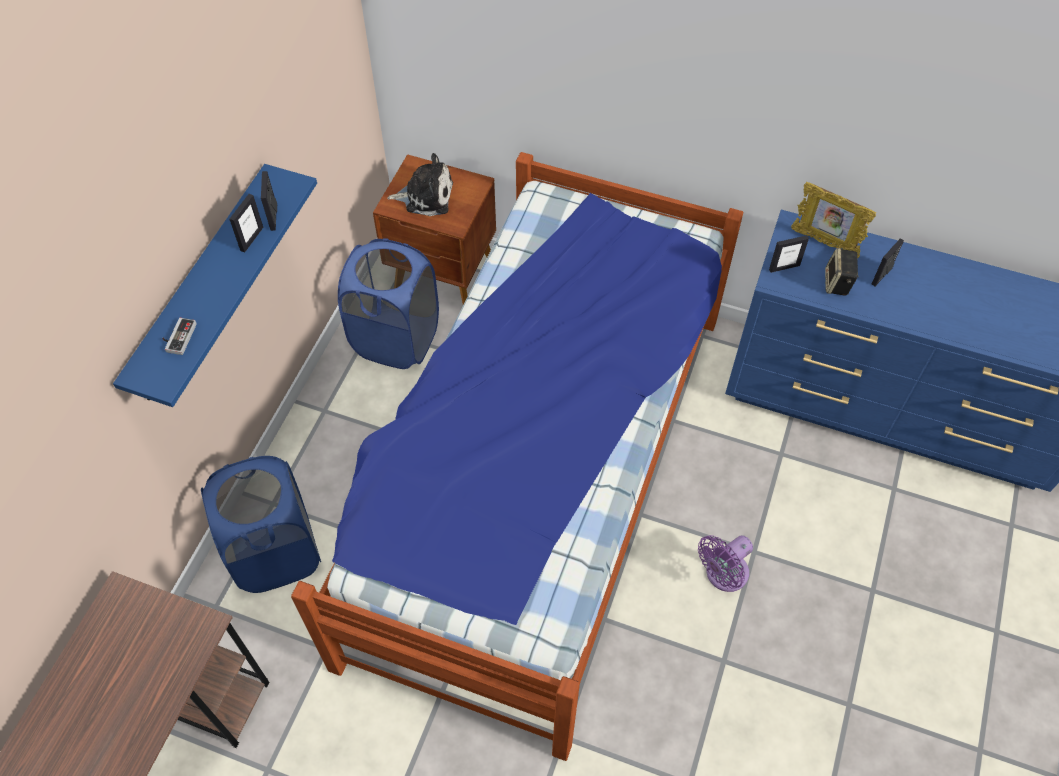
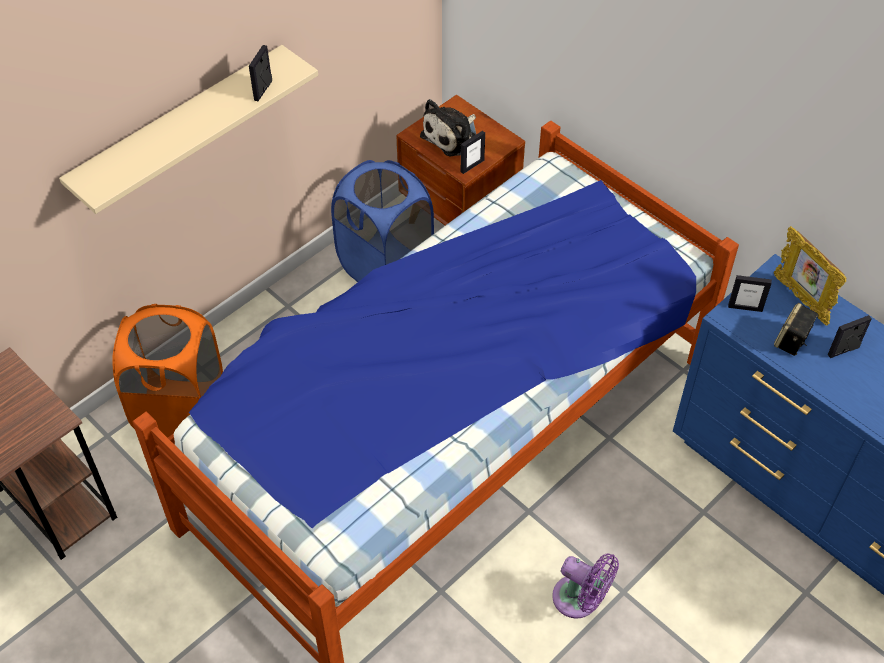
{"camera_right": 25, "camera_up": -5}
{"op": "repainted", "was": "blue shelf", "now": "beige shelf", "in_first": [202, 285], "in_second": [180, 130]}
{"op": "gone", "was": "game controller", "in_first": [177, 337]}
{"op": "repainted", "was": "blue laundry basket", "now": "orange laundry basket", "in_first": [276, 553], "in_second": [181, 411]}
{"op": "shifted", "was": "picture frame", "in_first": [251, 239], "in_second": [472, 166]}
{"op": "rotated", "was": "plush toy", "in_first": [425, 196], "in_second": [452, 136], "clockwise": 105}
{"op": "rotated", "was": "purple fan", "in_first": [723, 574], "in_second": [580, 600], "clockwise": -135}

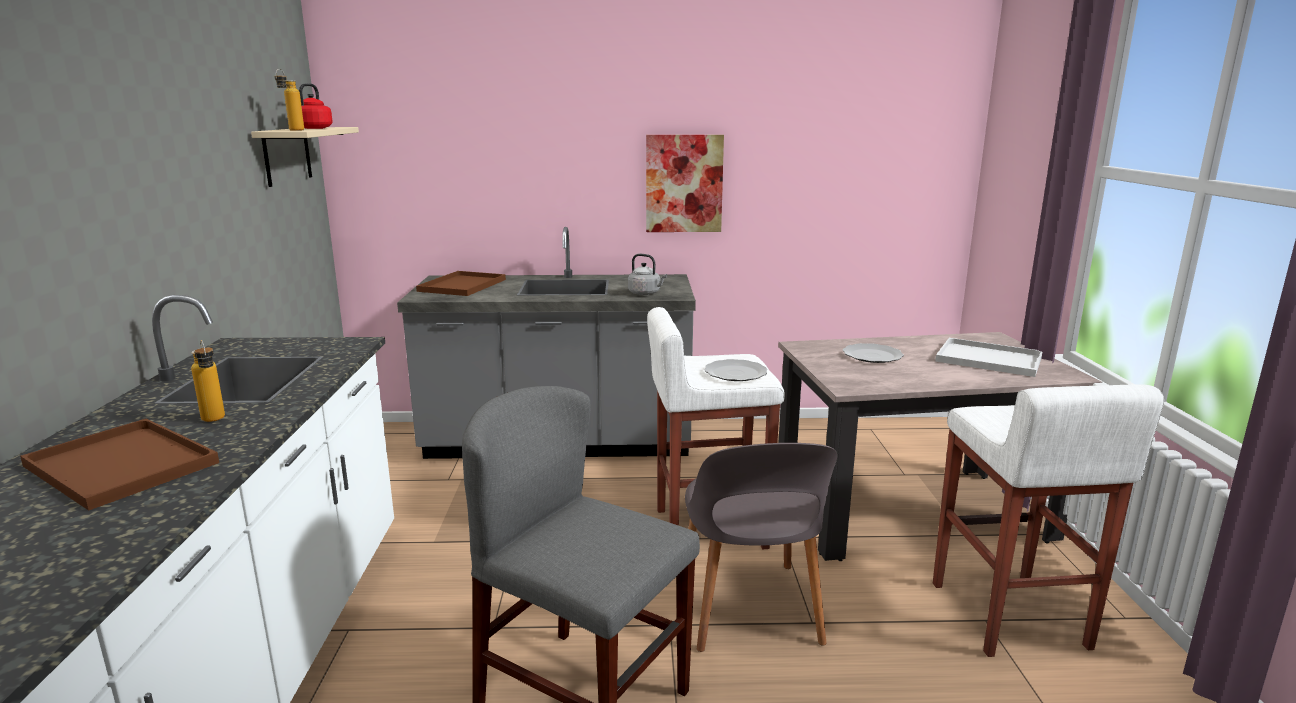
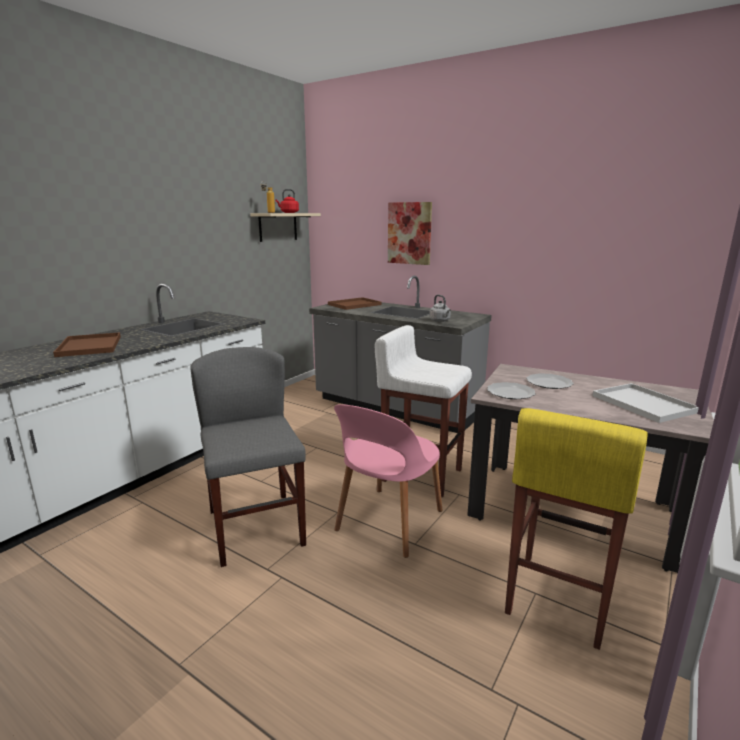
{"camera_right": 35, "camera_up": 0}
{"op": "gone", "was": "bottle", "in_first": [215, 421]}
{"op": "shifted", "was": "picture", "in_first": [684, 183], "in_second": [409, 233]}
{"op": "repainted", "was": "grey chair", "now": "pink chair", "in_first": [749, 609], "in_second": [388, 522]}
{"op": "shifted", "was": "plate", "in_first": [736, 373], "in_second": [511, 393]}
{"op": "repainted", "was": "white stool", "now": "yellow stool", "in_first": [1007, 616], "in_second": [556, 598]}

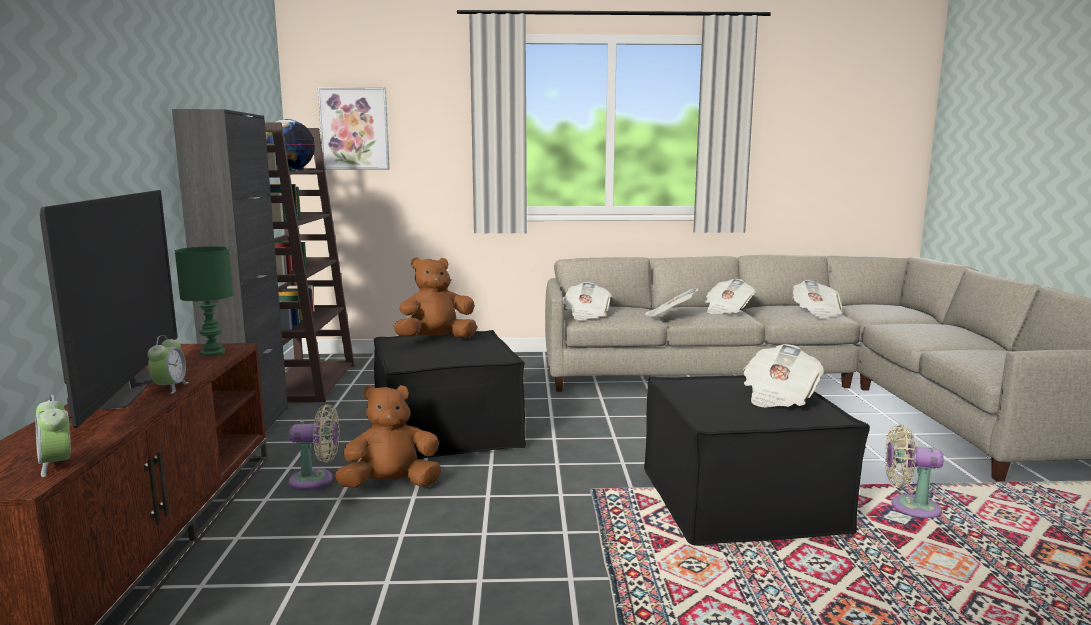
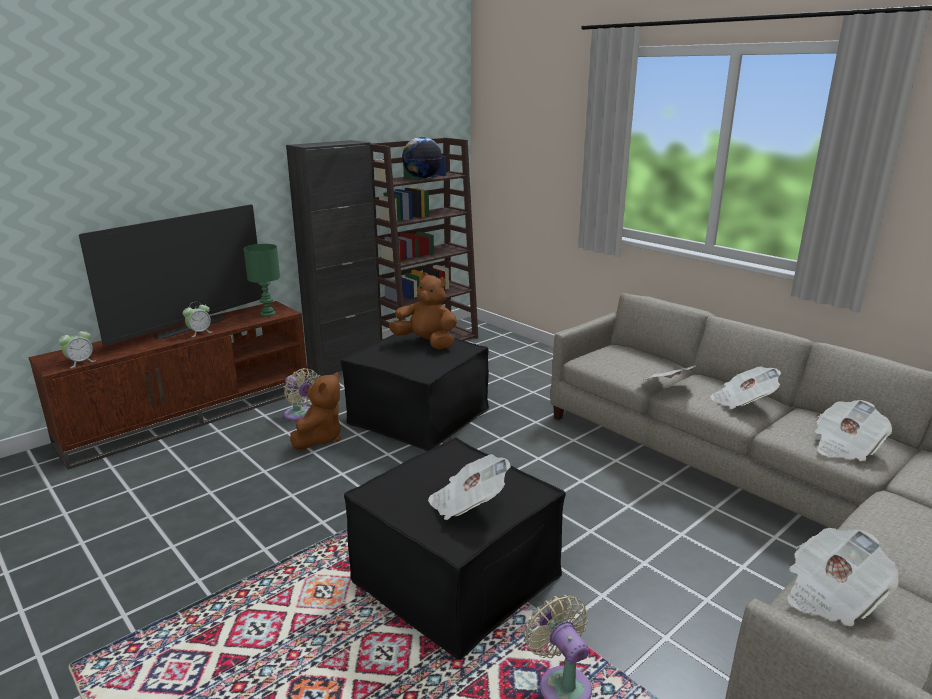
{"camera_right": 50, "camera_up": 10}
{"op": "rotated", "was": "alarm clock", "in_first": [57, 465], "in_second": [80, 362], "clockwise": -150}
{"op": "gone", "was": "picture", "in_first": [354, 129]}
{"op": "rotated", "was": "brown plush toy", "in_first": [391, 485], "in_second": [319, 438], "clockwise": 75}
{"op": "shifted", "was": "newspaper", "in_first": [586, 315], "in_second": [831, 595]}

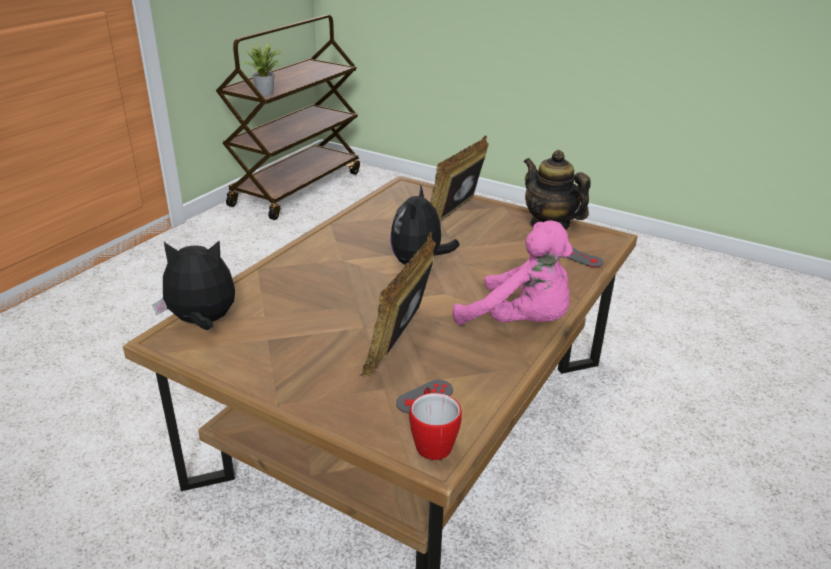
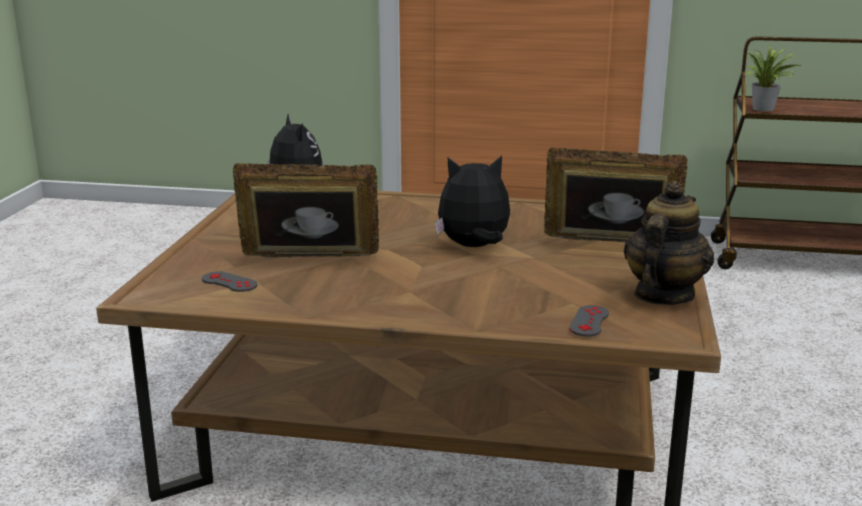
{"camera_right": 70, "camera_up": -10}
{"op": "gone", "was": "mug", "in_first": [432, 441]}
{"op": "gone", "was": "pink plush toy", "in_first": [520, 323]}

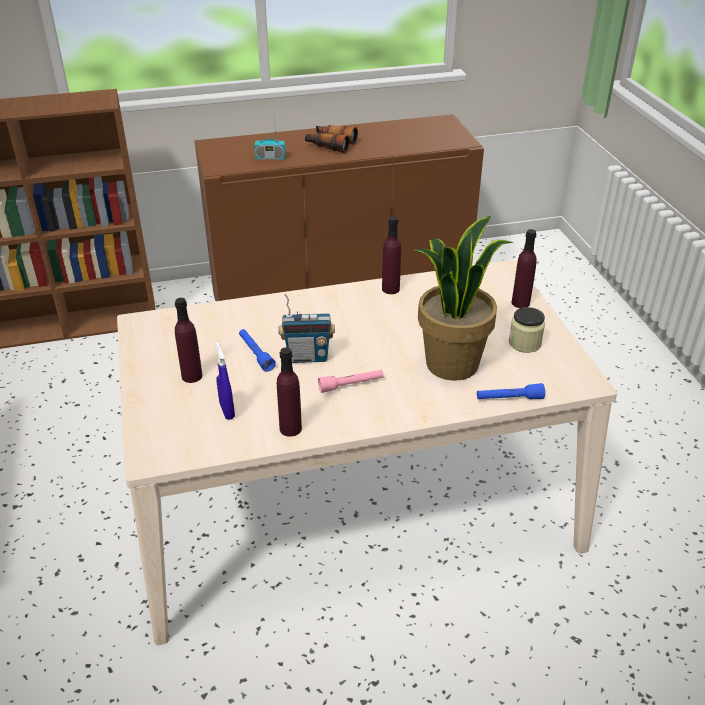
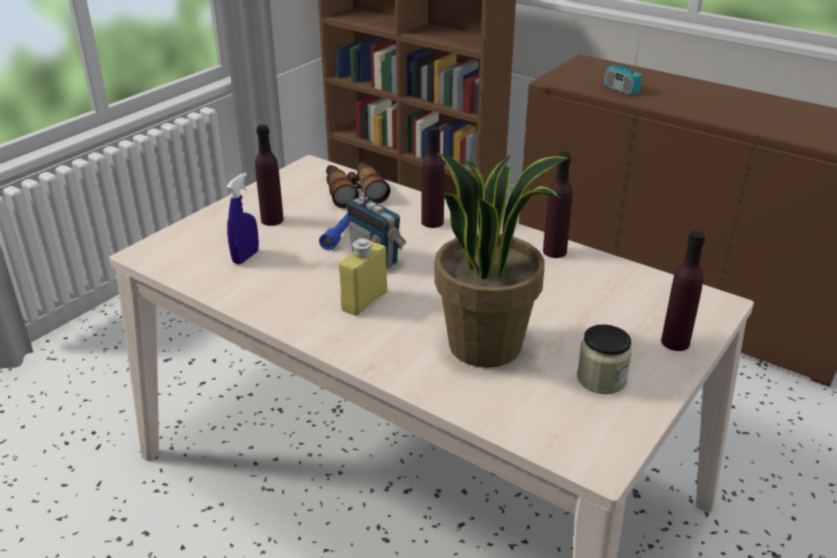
{"camera_right": 50, "camera_up": -5}
{"op": "shifted", "was": "purple bottle", "in_first": [290, 428], "in_second": [432, 222]}
{"op": "shifted", "was": "binoculars", "in_first": [330, 145], "in_second": [354, 191]}
{"op": "swapped", "was": "pink flashlight", "now": "yellow bottle", "in_first": [351, 385], "in_second": [364, 301]}
{"op": "gone", "was": "blue flashlight", "in_first": [509, 399]}

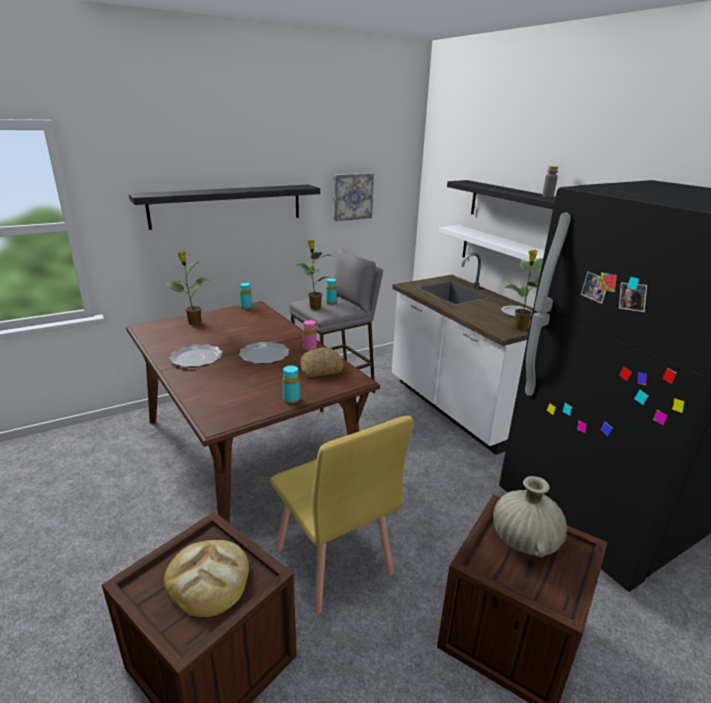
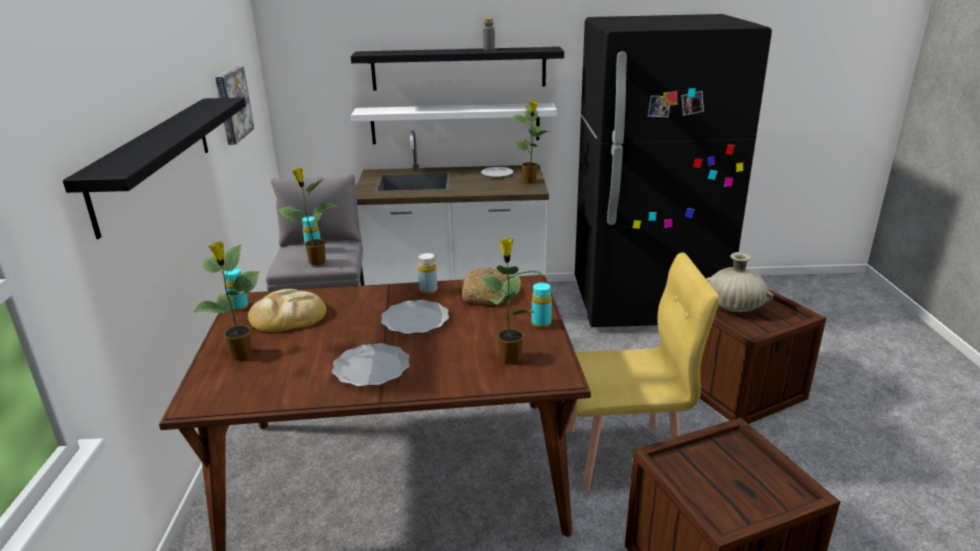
{"camera_right": -60, "camera_up": 0}
{"op": "shifted", "was": "bread", "in_first": [208, 579], "in_second": [287, 316]}
{"op": "repainted", "was": "pink bottle", "now": "yellow bottle", "in_first": [309, 349], "in_second": [428, 290]}
{"op": "new", "now": "potted plant", "in_second": [509, 358]}

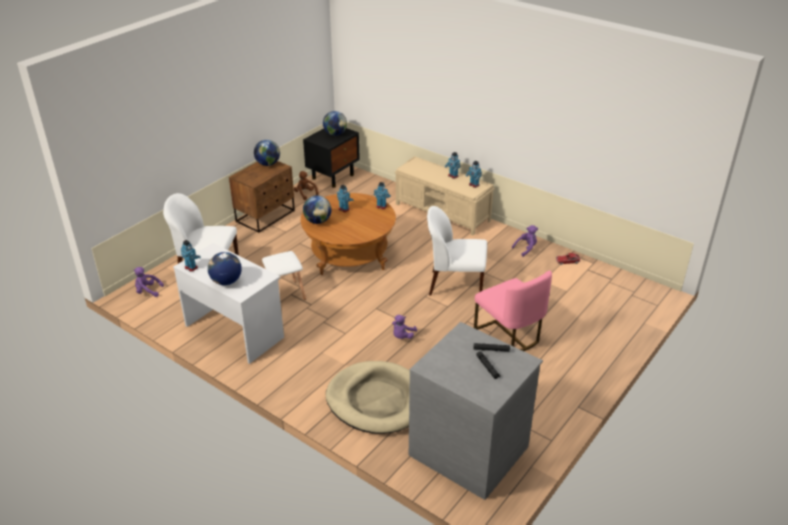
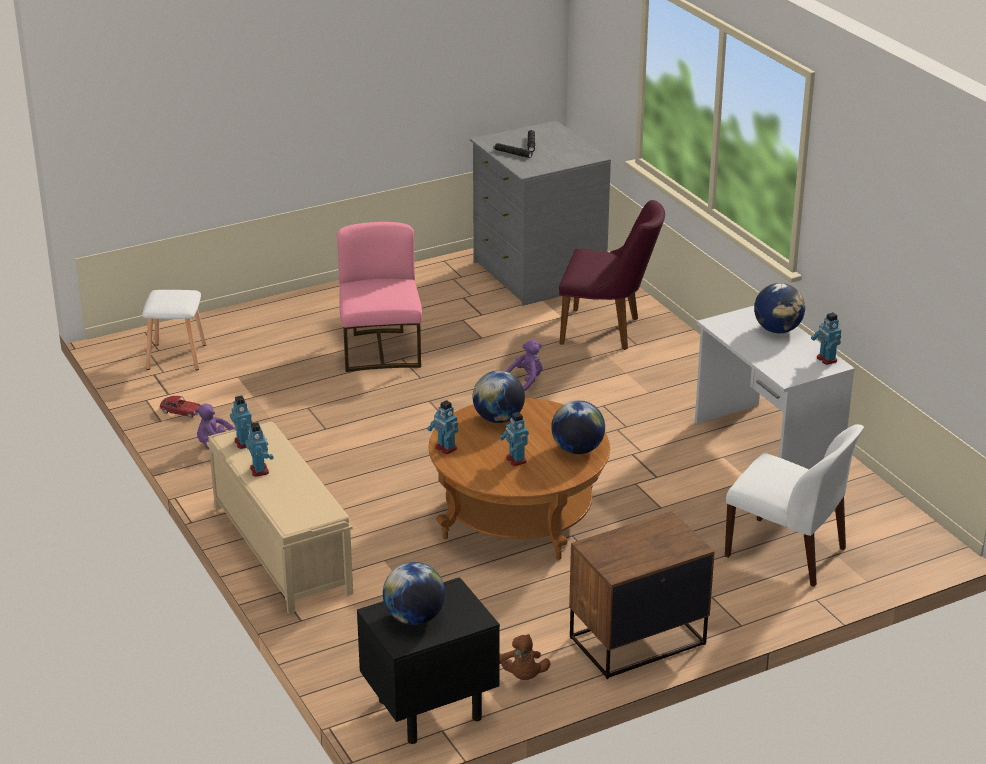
{"camera_right": -155, "camera_up": -5}
{"op": "gone", "was": "purple plush toy", "in_first": [147, 291]}
{"op": "shifted", "was": "globe", "in_first": [268, 164], "in_second": [498, 419]}
{"op": "shifted", "was": "white stool", "in_first": [285, 294], "in_second": [176, 356]}
{"op": "swapped", "was": "beige dog bed", "now": "purple chair", "in_first": [377, 400], "in_second": [608, 331]}
{"op": "gone", "was": "white chair", "in_first": [454, 284]}

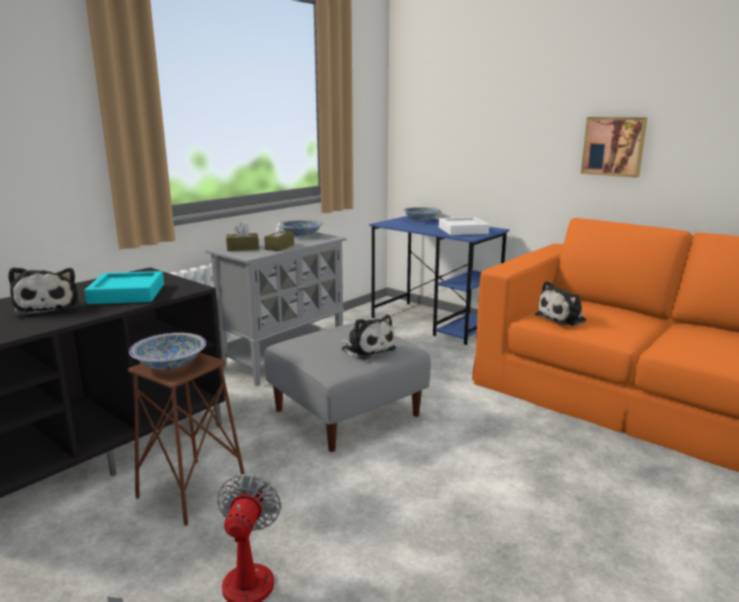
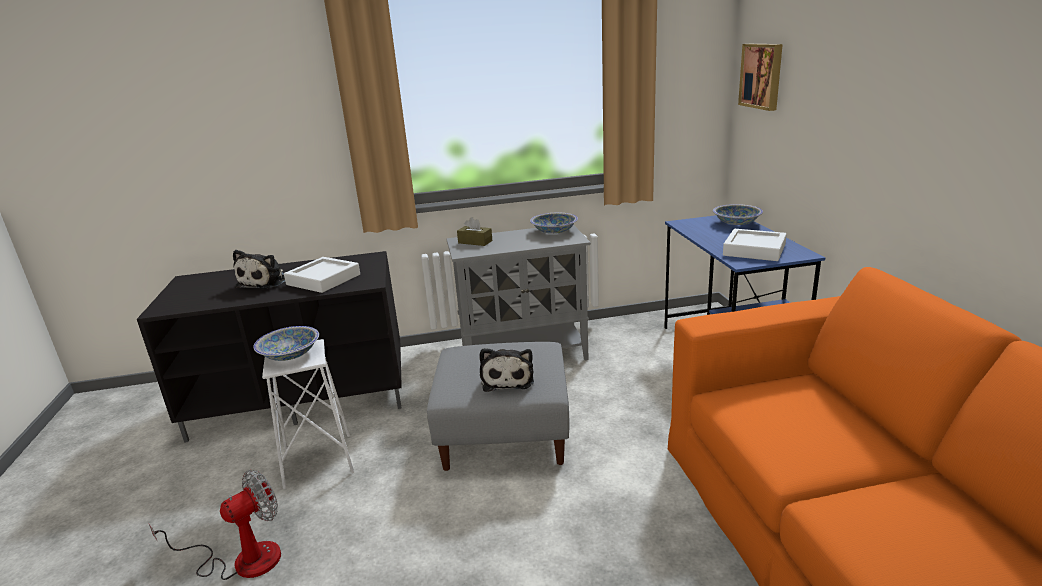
{"camera_right": 40, "camera_up": 5}
{"op": "repainted", "was": "turquoise tray", "now": "white tray", "in_first": [127, 294], "in_second": [323, 279]}
{"op": "repainted", "was": "brown stool", "now": "white stool", "in_first": [192, 491], "in_second": [318, 461]}
{"op": "gone", "was": "brown tissue box", "in_first": [279, 247]}
{"op": "gone", "was": "plush toy", "in_first": [563, 318]}
{"op": "shifted", "was": "picture", "in_first": [614, 146], "in_second": [762, 76]}

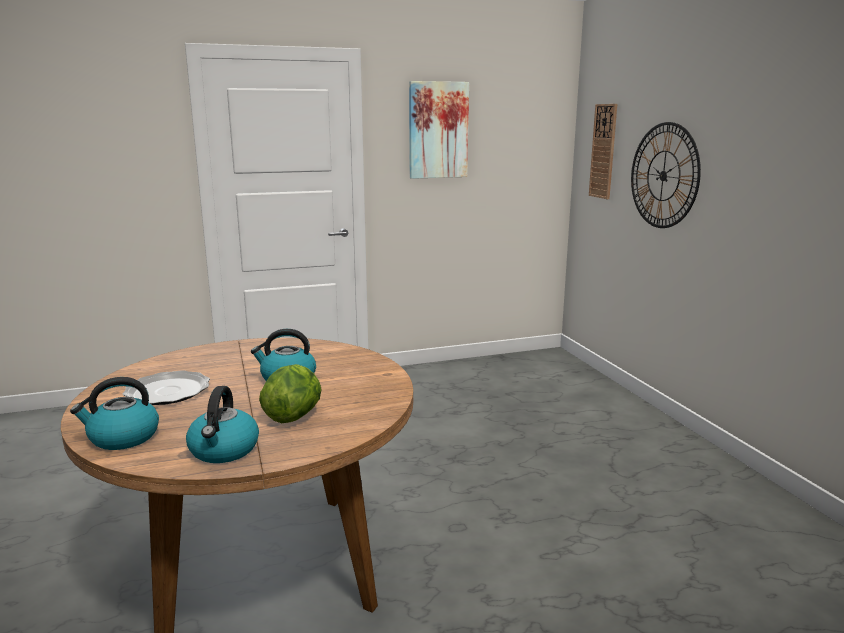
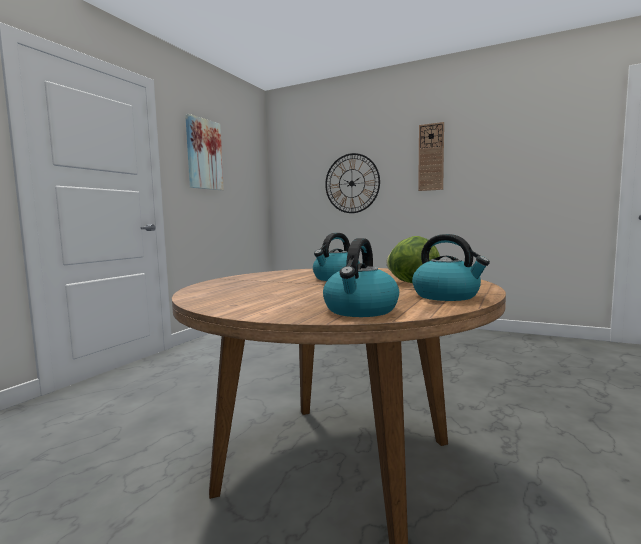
{"camera_right": -45, "camera_up": -10}
{"op": "gone", "was": "plate", "in_first": [167, 391]}
{"op": "shifted", "was": "wall clock", "in_first": [603, 151], "in_second": [431, 157]}

